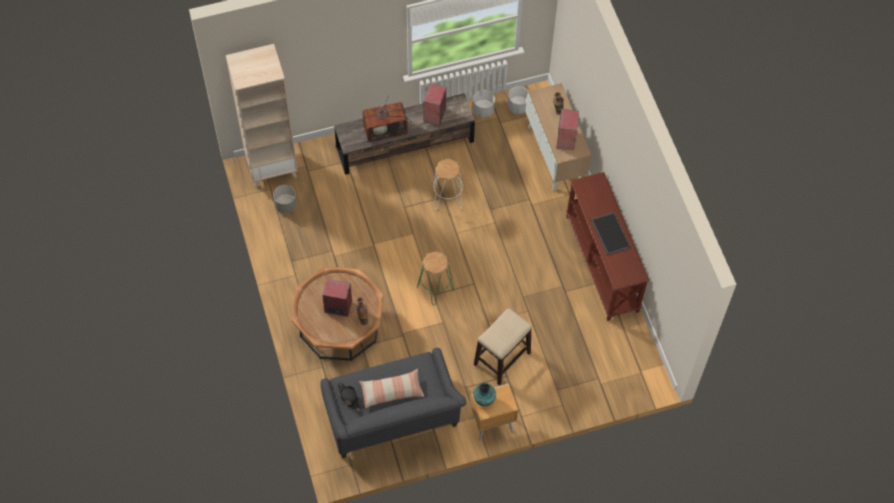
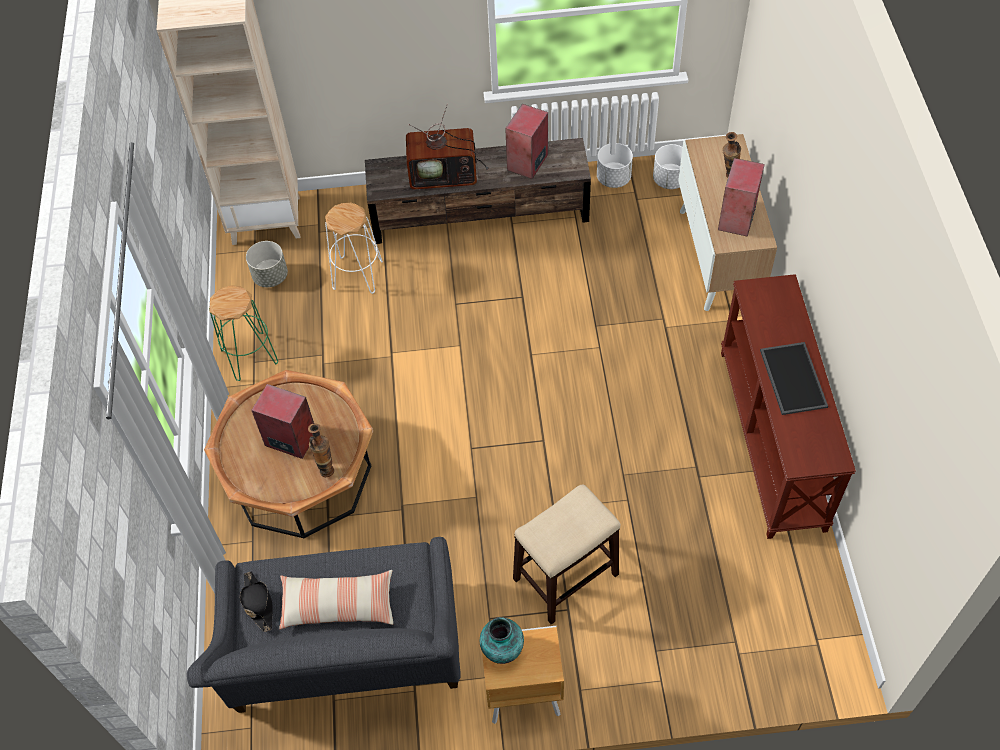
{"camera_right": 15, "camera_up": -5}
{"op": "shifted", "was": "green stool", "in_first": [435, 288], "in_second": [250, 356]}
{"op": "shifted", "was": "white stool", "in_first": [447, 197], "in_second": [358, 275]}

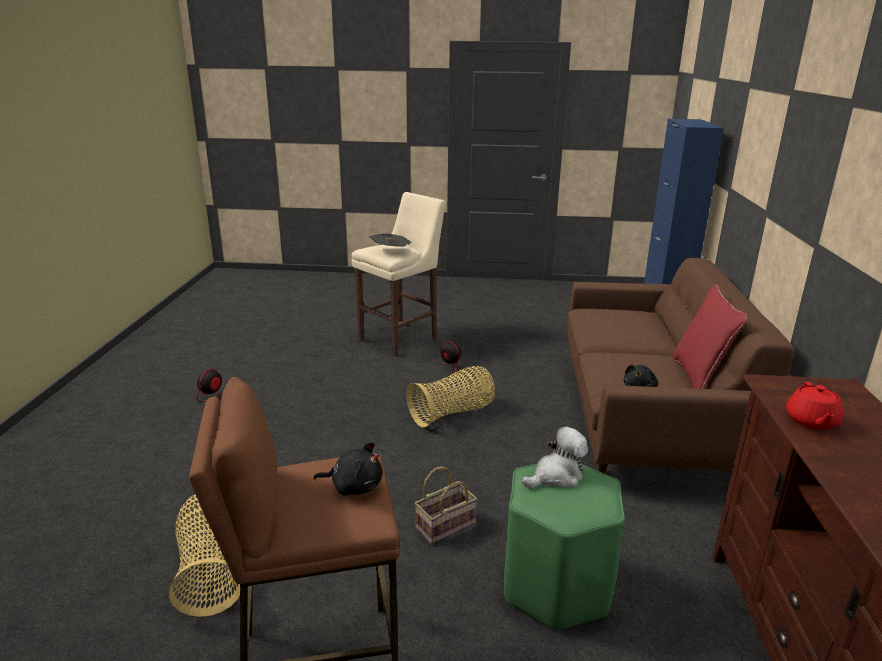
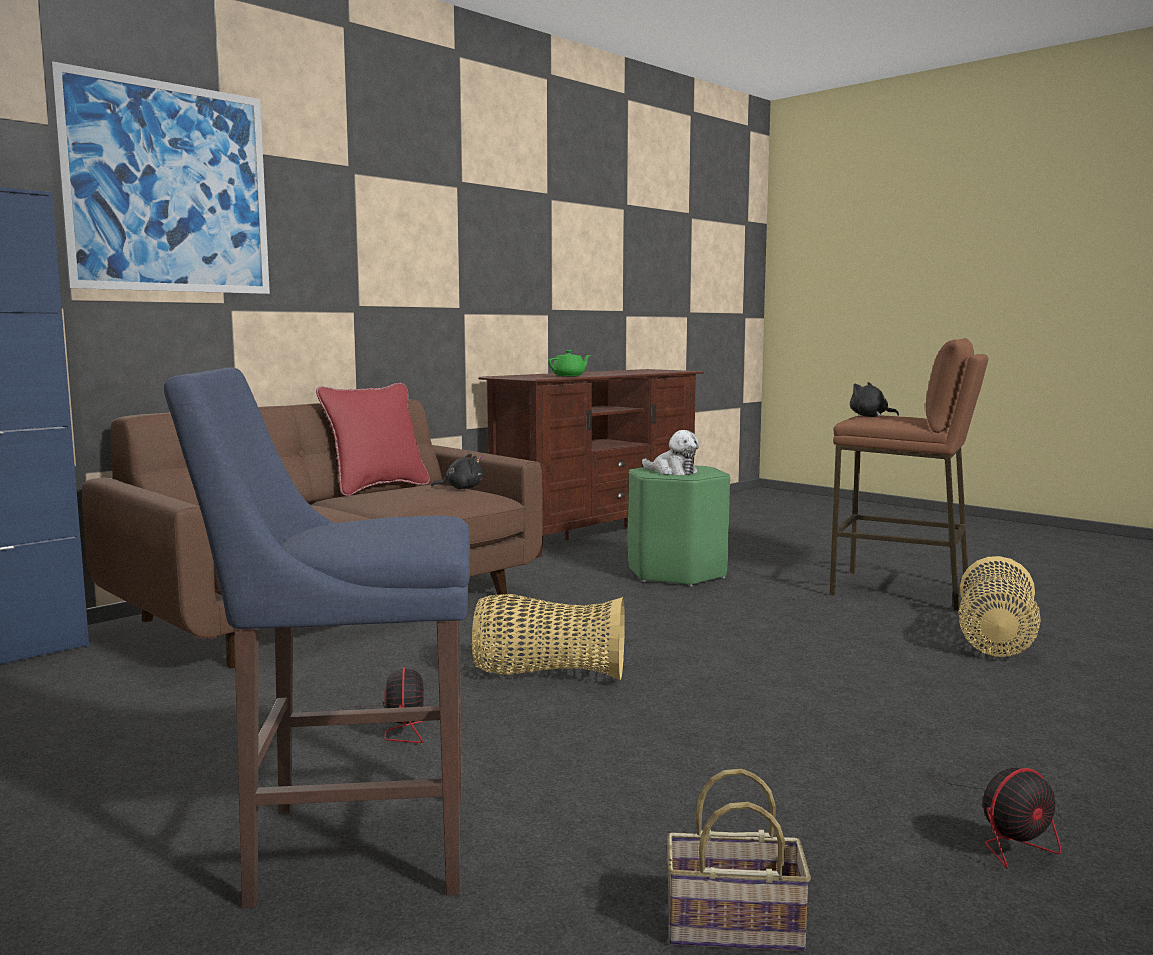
{"camera_right": -140, "camera_up": -15}
{"op": "repainted", "was": "beige stool", "now": "blue stool", "in_first": [401, 338], "in_second": [348, 847]}
{"op": "gone", "was": "newspaper", "in_first": [391, 252]}
{"op": "shifted", "was": "basket", "in_first": [446, 525], "in_second": [730, 928]}
{"op": "rotated", "was": "plush toy", "in_first": [556, 476], "in_second": [672, 472], "clockwise": -150}
{"op": "repainted", "was": "red teapot", "now": "green teapot", "in_first": [811, 421], "in_second": [569, 376]}
{"op": "new", "now": "picture", "in_second": [169, 188]}

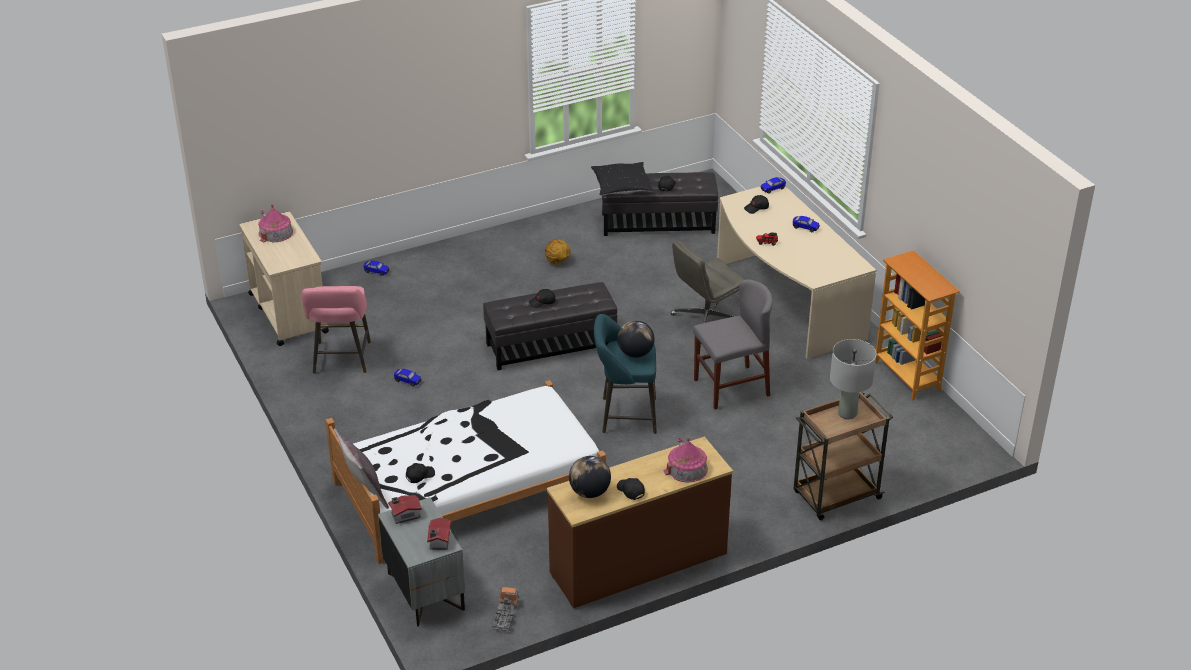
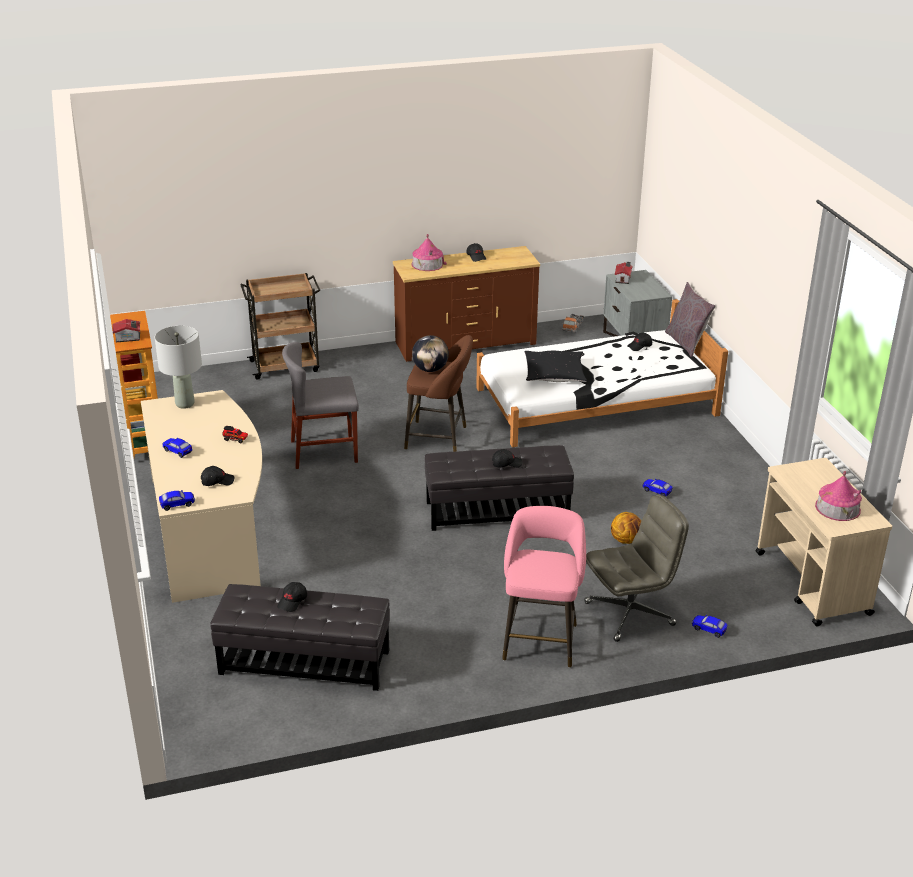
{"camera_right": -170, "camera_up": -5}
{"op": "shifted", "was": "pink stool", "in_first": [341, 360], "in_second": [540, 639]}
{"op": "shifted", "was": "toy house", "in_first": [404, 515], "in_second": [128, 338]}
{"op": "shifted", "was": "basketball", "in_first": [557, 262], "in_second": [626, 540]}
{"op": "gone", "was": "globe", "in_first": [589, 492]}
{"op": "shifted", "was": "black pillow", "in_first": [621, 185], "in_second": [554, 374]}
{"op": "repainted", "was": "turquoise stool", "now": "brown stool", "in_first": [625, 416], "in_second": [440, 438]}
{"op": "shifted", "was": "grey office chair", "in_first": [706, 320], "in_second": [630, 613]}
{"op": "shifted", "was": "grey table lamp", "in_first": [847, 413], "in_second": [184, 404]}

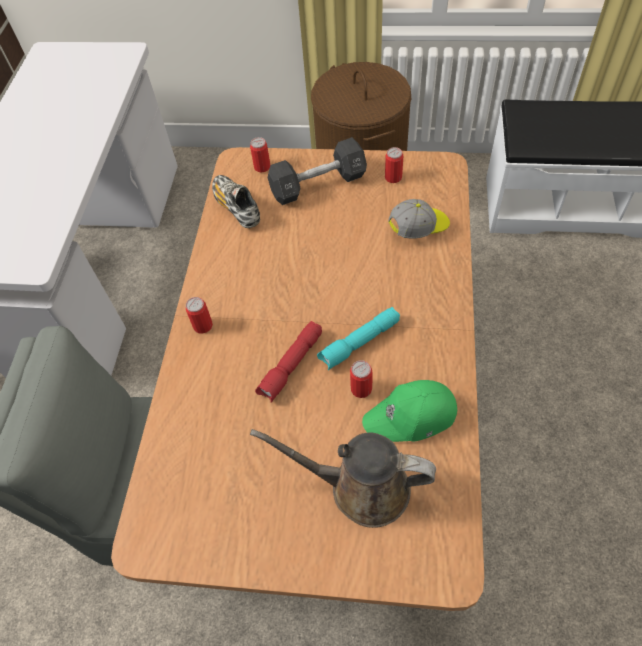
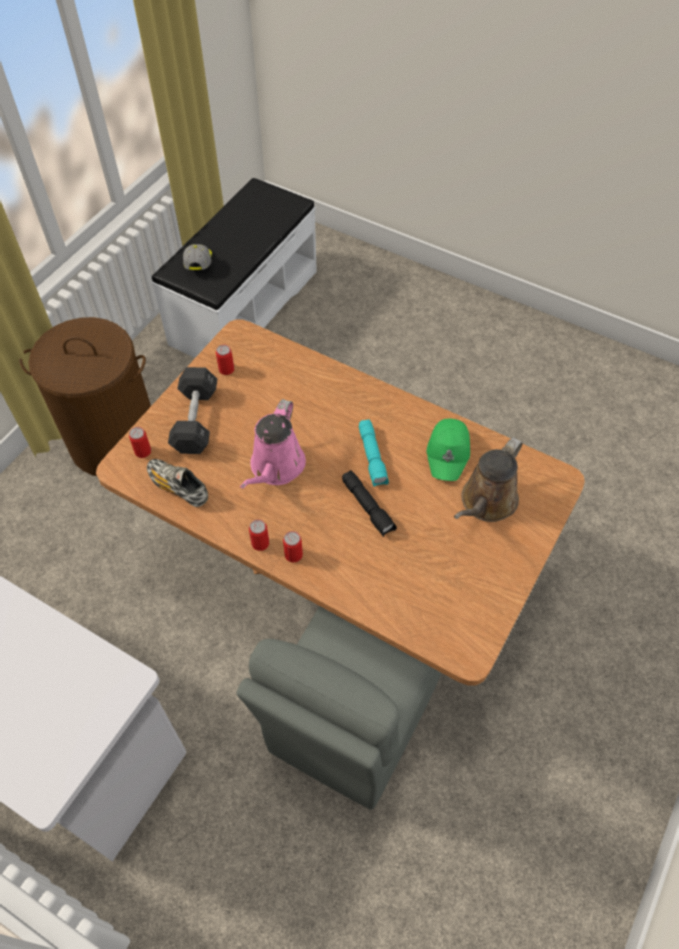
{"camera_right": -70, "camera_up": 0}
{"op": "rotated", "was": "shoe", "in_first": [237, 207], "in_second": [178, 487], "clockwise": 45}
{"op": "repainted", "was": "red flashlight", "now": "black flashlight", "in_first": [292, 366], "in_second": [368, 507]}
{"op": "shifted", "was": "can", "in_first": [361, 389], "in_second": [260, 543]}
{"op": "shifted", "was": "cap", "in_first": [419, 228], "in_second": [199, 263]}
{"op": "new", "now": "pink watering can", "in_second": [275, 468]}

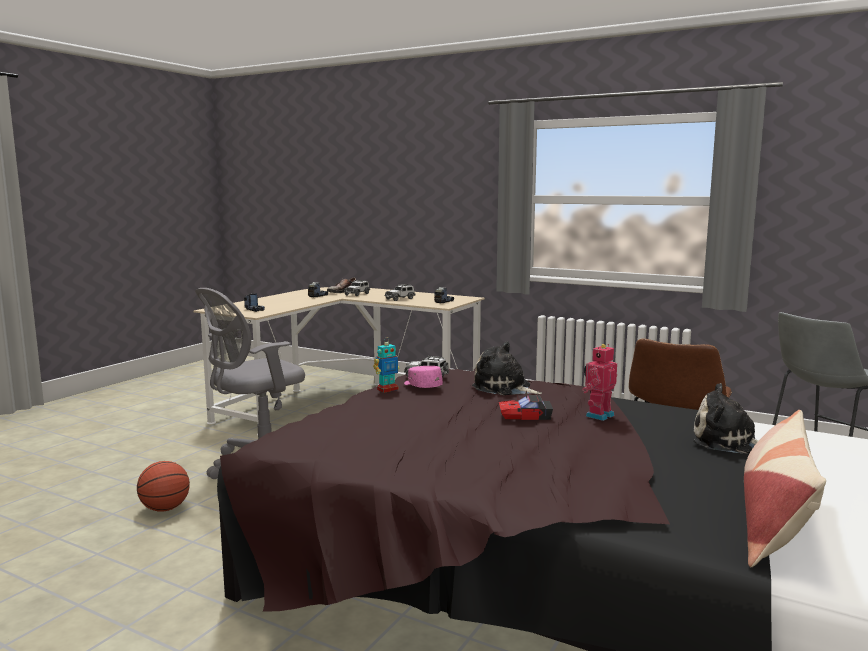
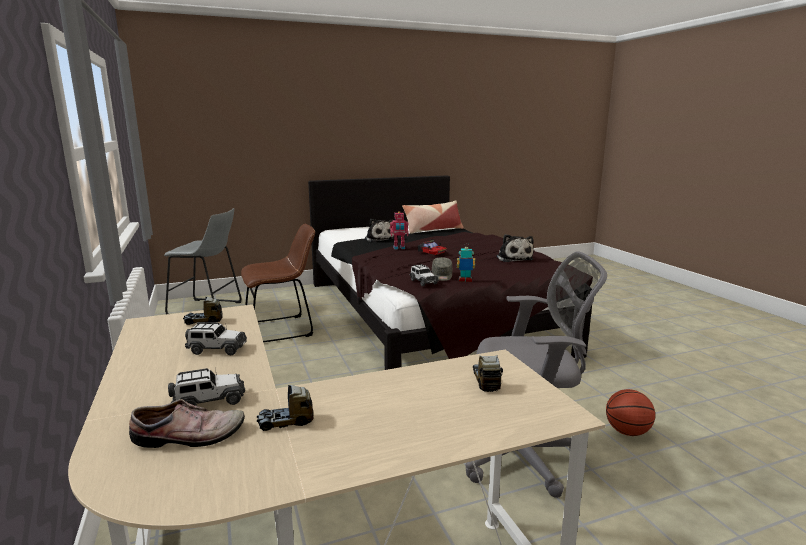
{"camera_right": -140, "camera_up": 5}
{"op": "repainted", "was": "pink cap", "now": "grey cap", "in_first": [422, 386], "in_second": [442, 276]}
{"op": "shifted", "was": "plush toy", "in_first": [504, 388], "in_second": [513, 258]}

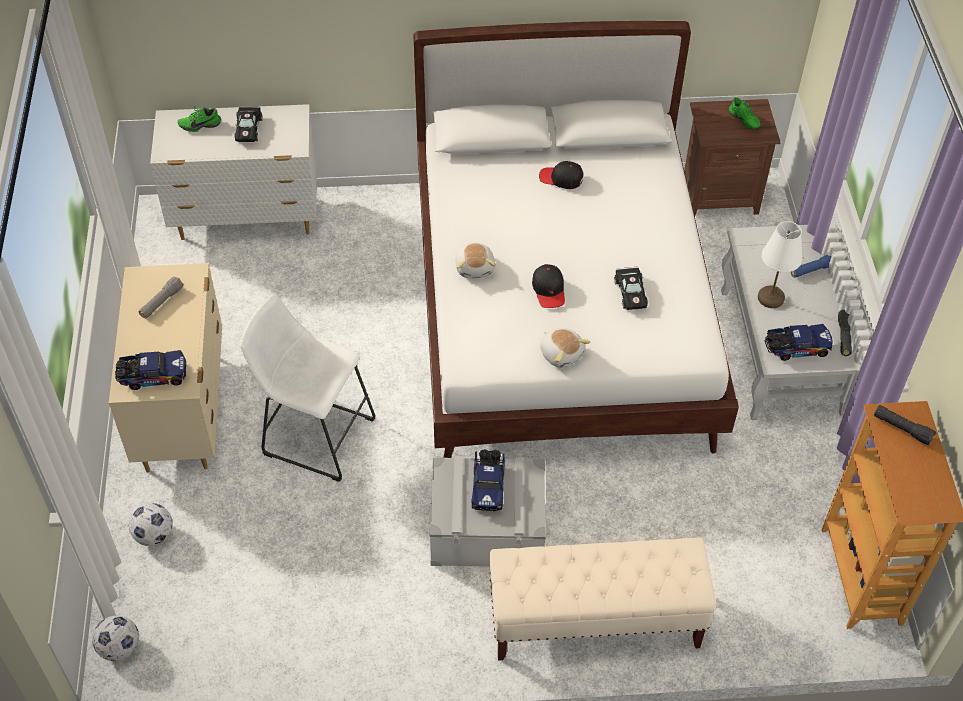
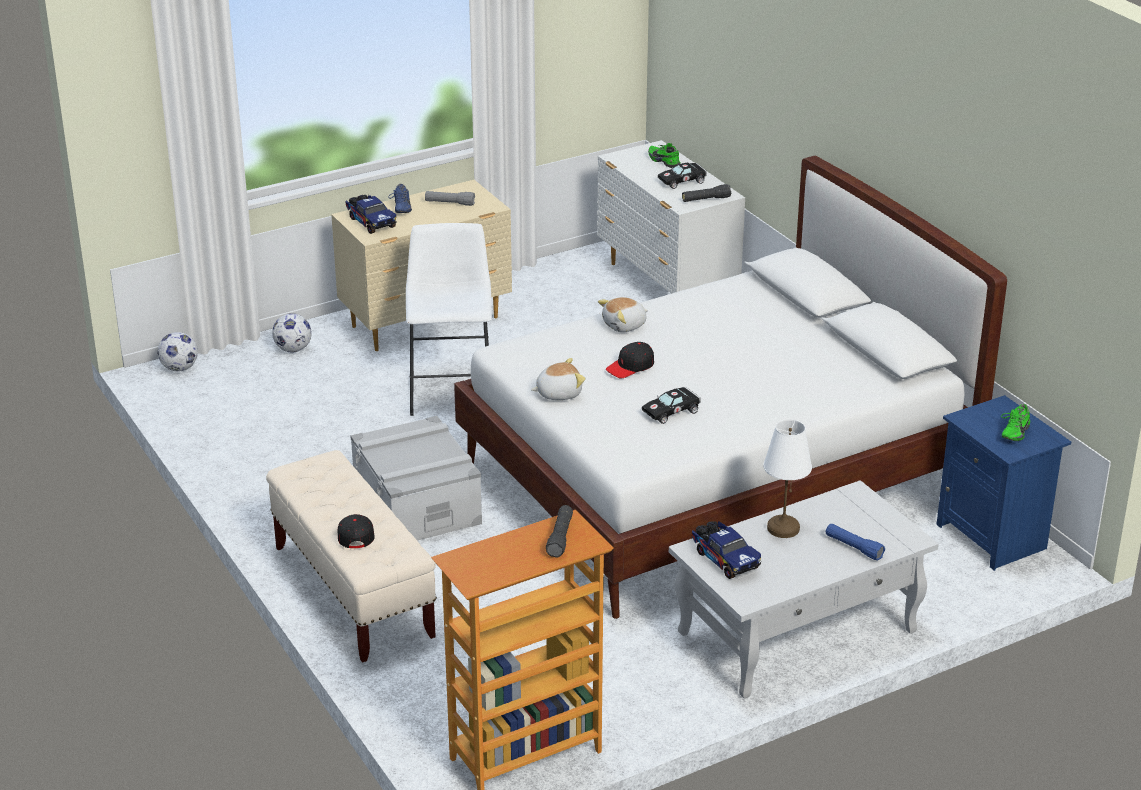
{"camera_right": 65, "camera_up": -20}
{"op": "gone", "was": "toy truck", "in_first": [488, 486]}
{"op": "shifted", "was": "black cap", "in_first": [561, 179], "in_second": [355, 535]}
{"op": "rotated", "was": "plush toy", "in_first": [561, 353], "in_second": [558, 393], "clockwise": -135}
{"op": "repainted", "was": "brown nightstand", "now": "blue nightstand", "in_first": [719, 195], "in_second": [993, 536]}
{"op": "shifted", "was": "black flashlight", "in_first": [844, 337], "in_second": [706, 199]}
{"op": "new", "now": "blue shoe", "in_second": [400, 208]}

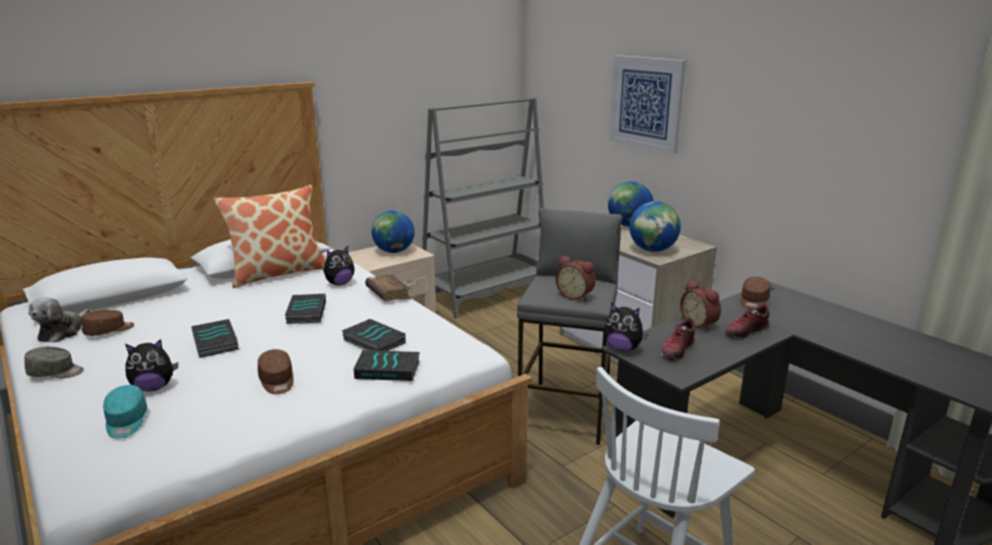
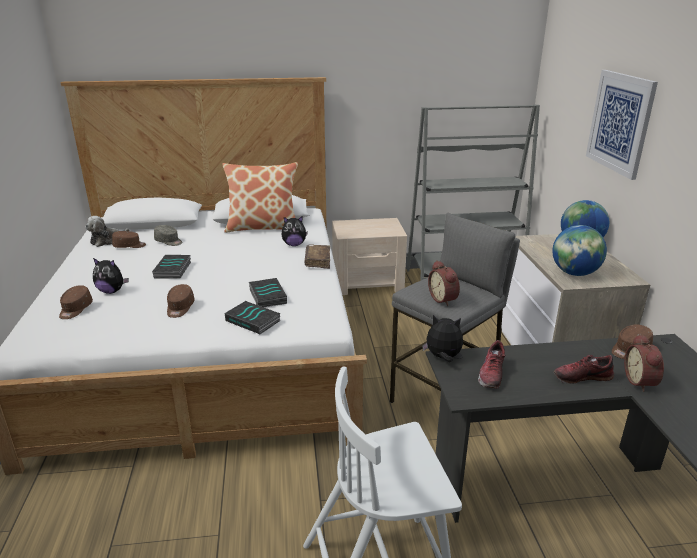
{"camera_right": 30, "camera_up": 5}
{"op": "shifted", "was": "grey cap", "in_first": [56, 372], "in_second": [169, 241]}
{"op": "repainted", "was": "turquoise cap", "now": "brown cap", "in_first": [126, 422], "in_second": [75, 309]}
{"op": "gone", "was": "book", "in_first": [305, 312]}
{"op": "gone", "was": "globe", "in_first": [394, 251]}
{"op": "rotated", "was": "plush toy", "in_first": [623, 348], "in_second": [443, 357], "clockwise": 135}
{"op": "rotated", "was": "shoe", "in_first": [676, 349], "in_second": [490, 373], "clockwise": -45}
{"op": "shifted", "was": "alarm clock", "in_first": [700, 323], "in_second": [641, 381]}

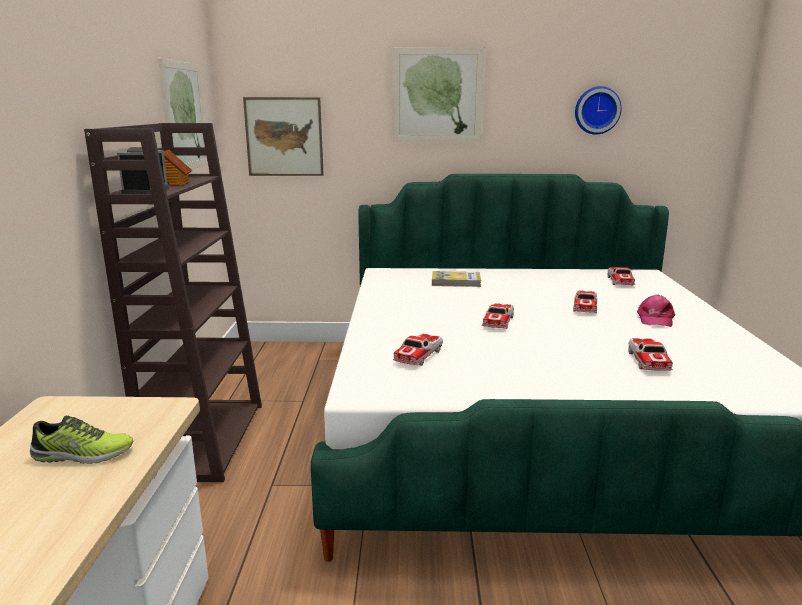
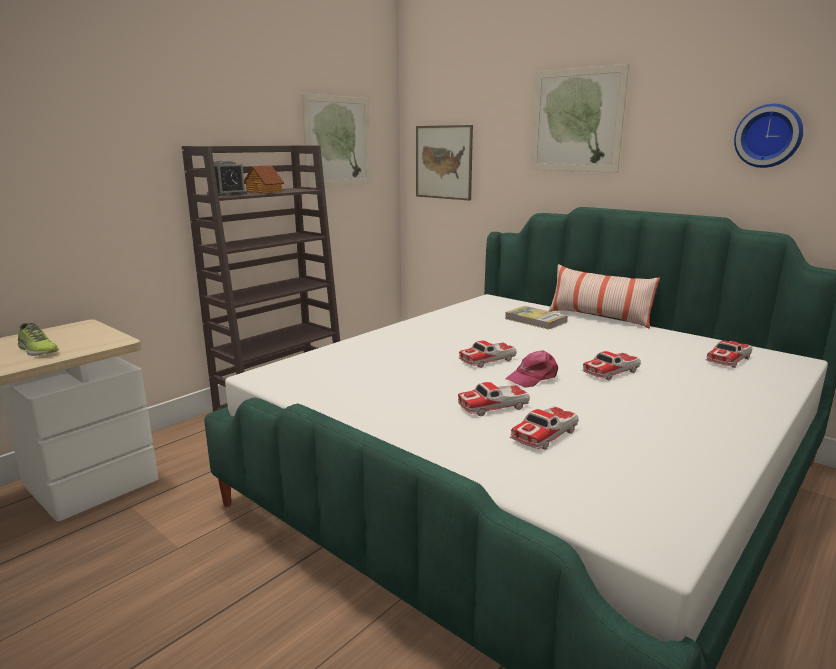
{"camera_right": 40, "camera_up": 0}
{"op": "shifted", "was": "toy car", "in_first": [418, 356], "in_second": [493, 406]}
{"op": "shifted", "was": "pink cap", "in_first": [655, 319], "in_second": [533, 377]}
{"op": "new", "now": "pillow", "in_second": [599, 318]}

